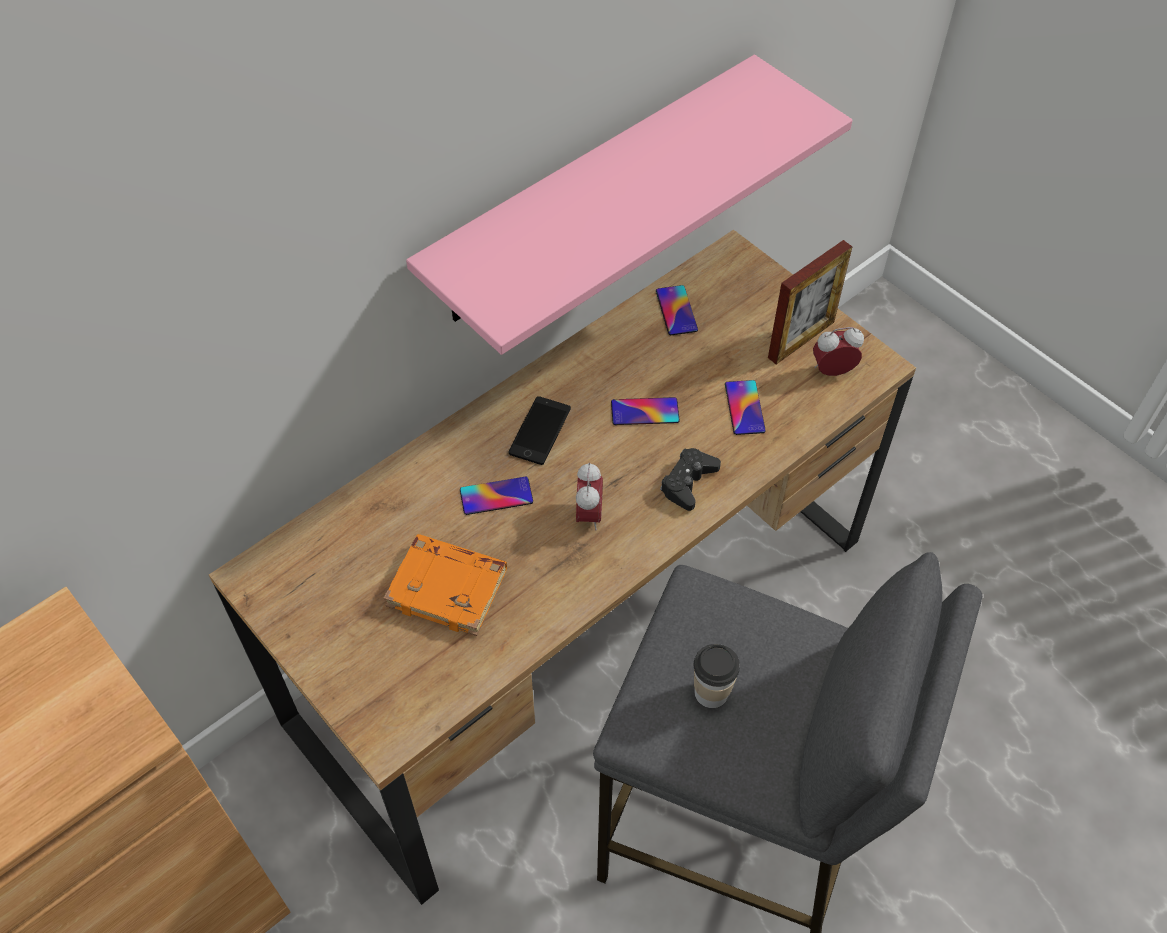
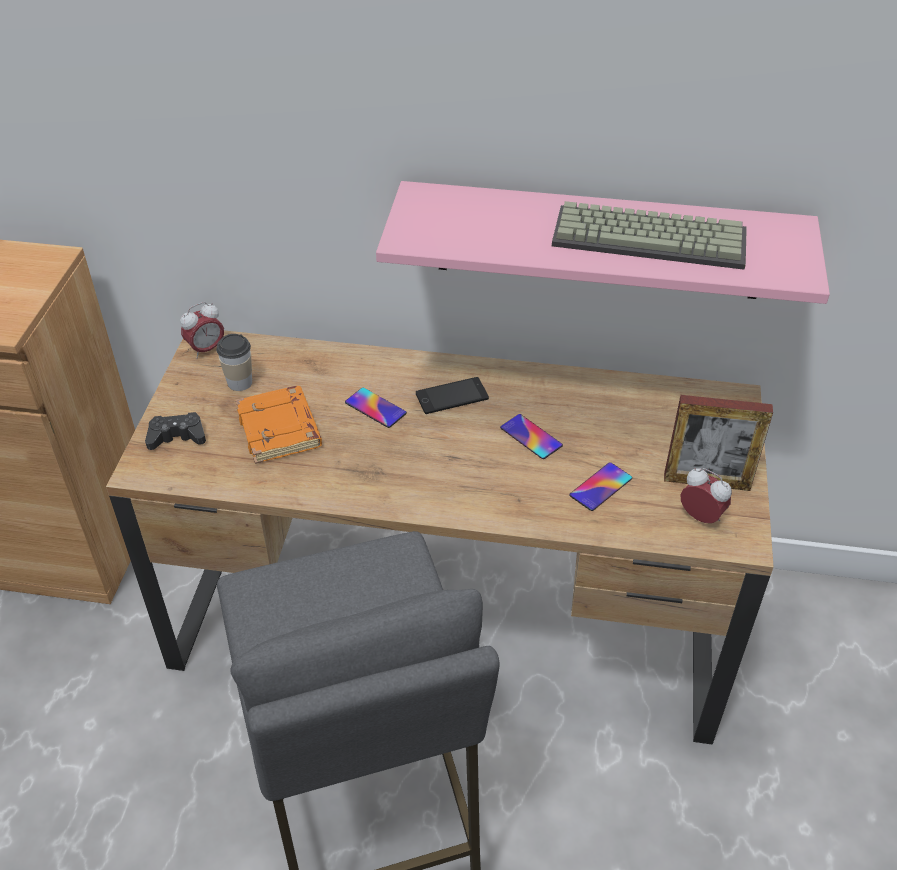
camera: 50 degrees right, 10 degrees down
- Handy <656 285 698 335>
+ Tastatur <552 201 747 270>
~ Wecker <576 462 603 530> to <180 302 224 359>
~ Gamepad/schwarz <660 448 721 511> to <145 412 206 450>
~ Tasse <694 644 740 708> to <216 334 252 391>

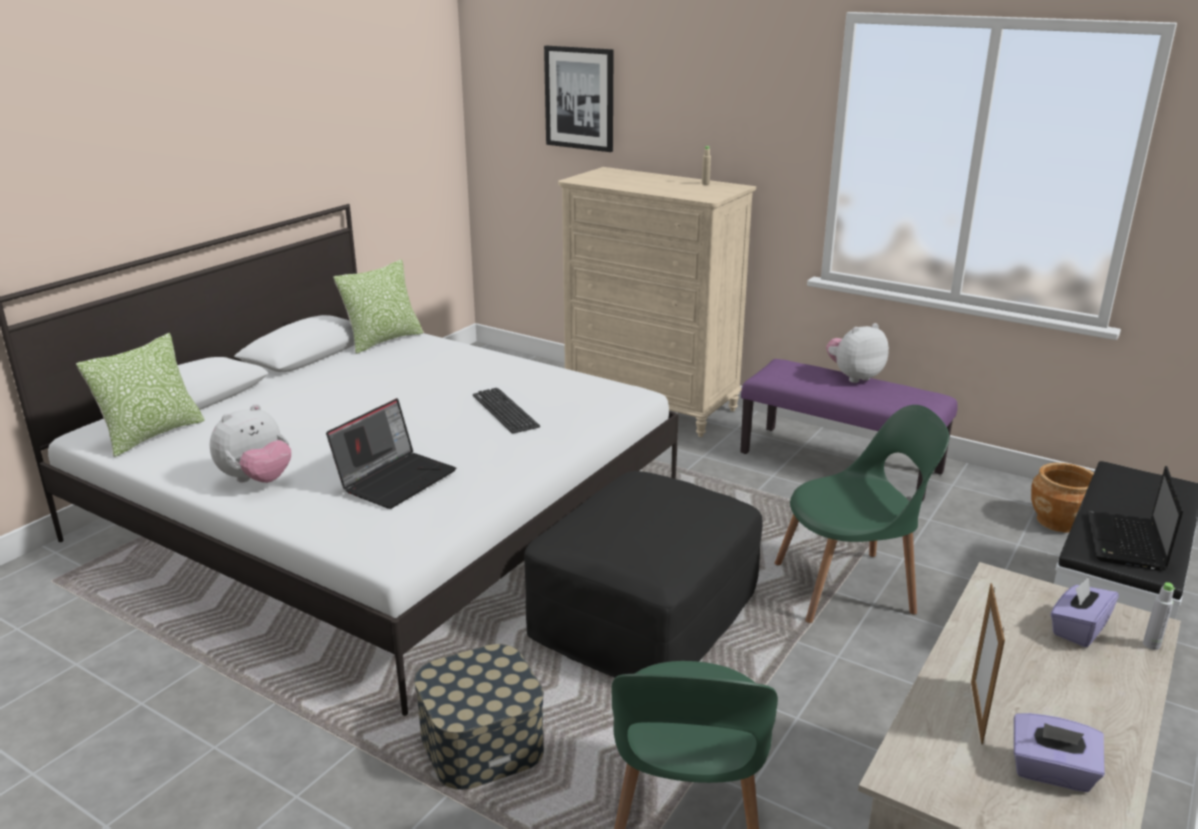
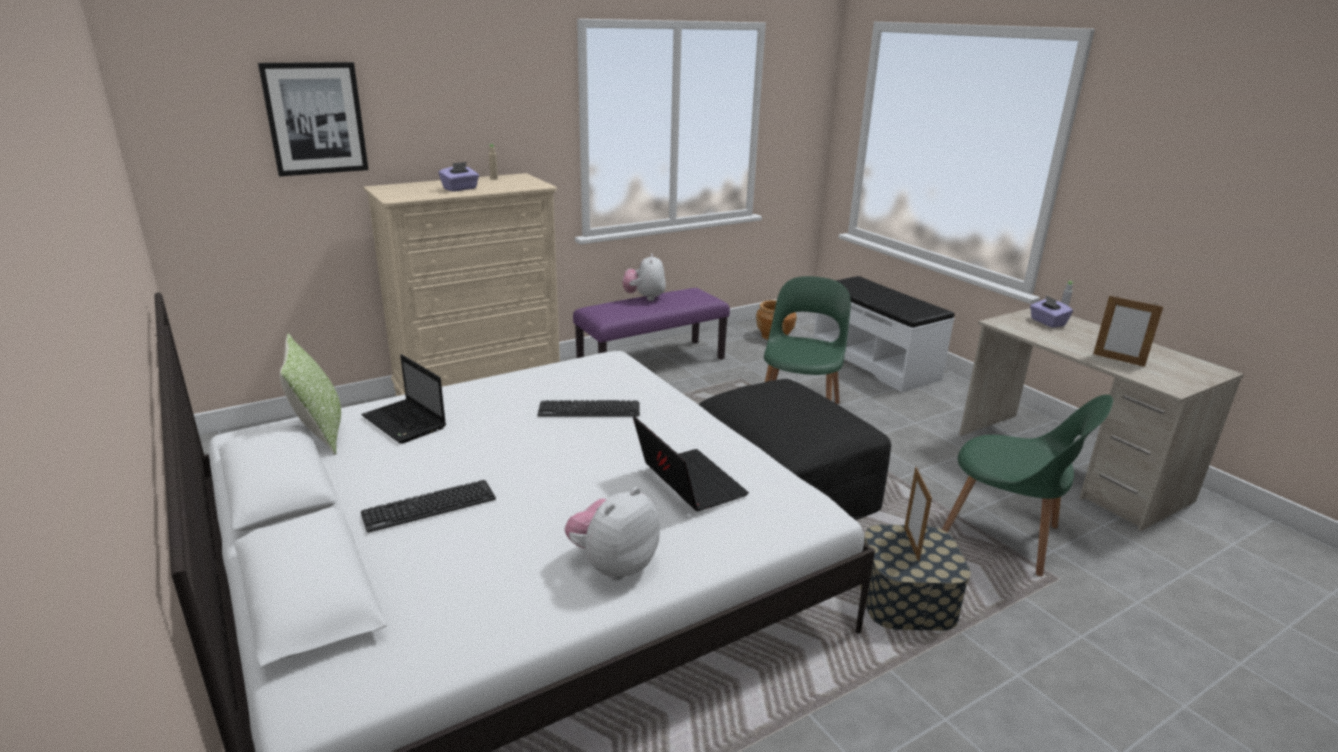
camera: 65 degrees left, 0 degrees up
- Kissen <76 333 205 457>
+ Tastatur <361 480 496 533>
+ Bilderrahmen <904 466 932 562>
~ Taschentuchbox/lila <1014 713 1105 792> to <439 162 479 192>
~ Laptop <1087 466 1184 571> to <361 355 446 444>
~ Plüschtier <210 404 291 483> = <564 487 660 580> 120 degrees counterclockwise

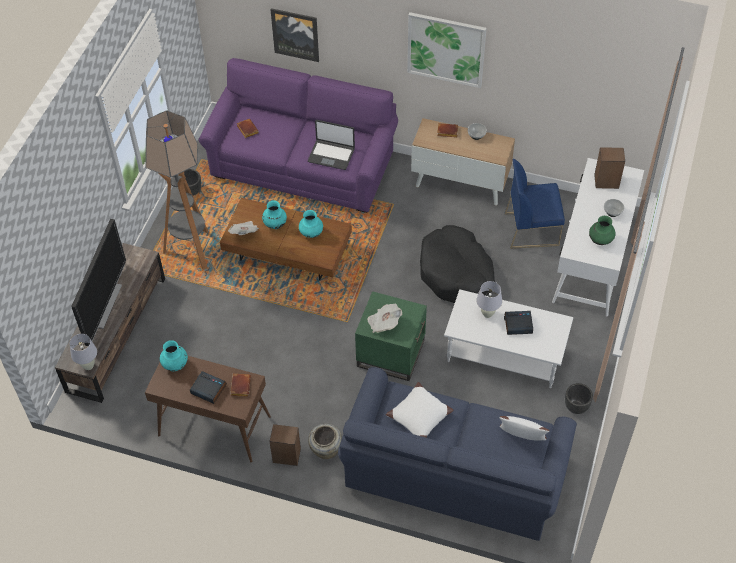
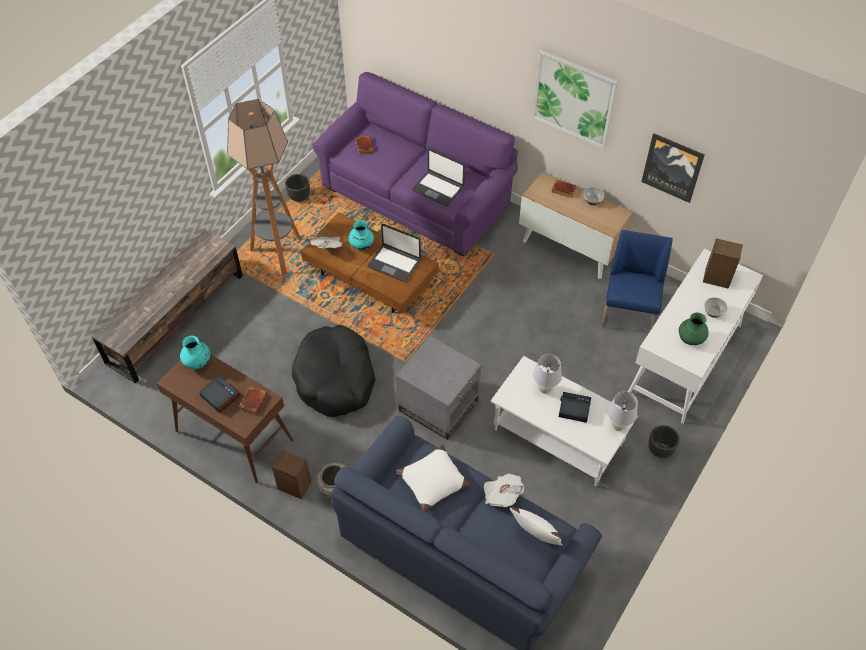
camera: 15 degrees right, 0 degrees up
- Fernseher <71 219 126 346>
~ Tischlampe/weiß <70 334 97 370> to <608 391 638 431>
~ Bild <270 8 319 62> to <641 133 705 203>
~ Zeitung <367 304 402 333> to <484 473 524 507>
~ Hundebett/schwarz <420 225 495 303> to <292 325 375 417>
~ Pflanzkübel/schwarz <565 383 593 414> to <648 425 680 458>
~ Vase/türkis <299 210 323 238> to Laptop <368 224 421 282>
~ Beistelltisch/grün <355 291 427 381> to Beistelltisch/grau <396 336 481 440>
~ Stuhl/blau <504 159 565 249> = <602 230 673 331> 90 degrees clockwise

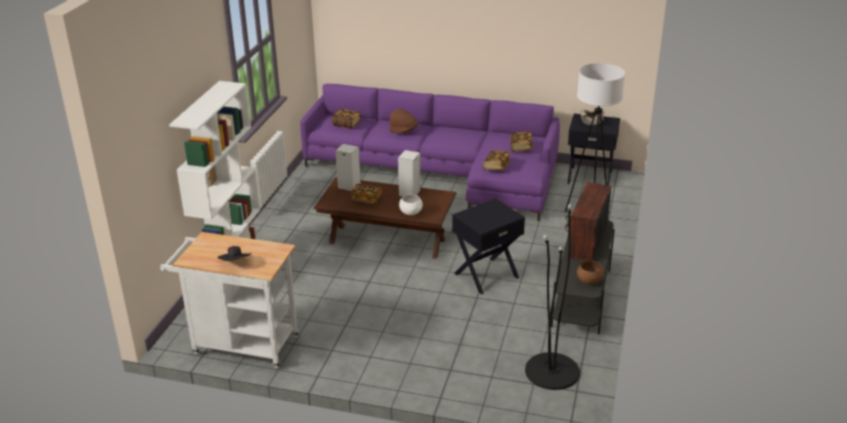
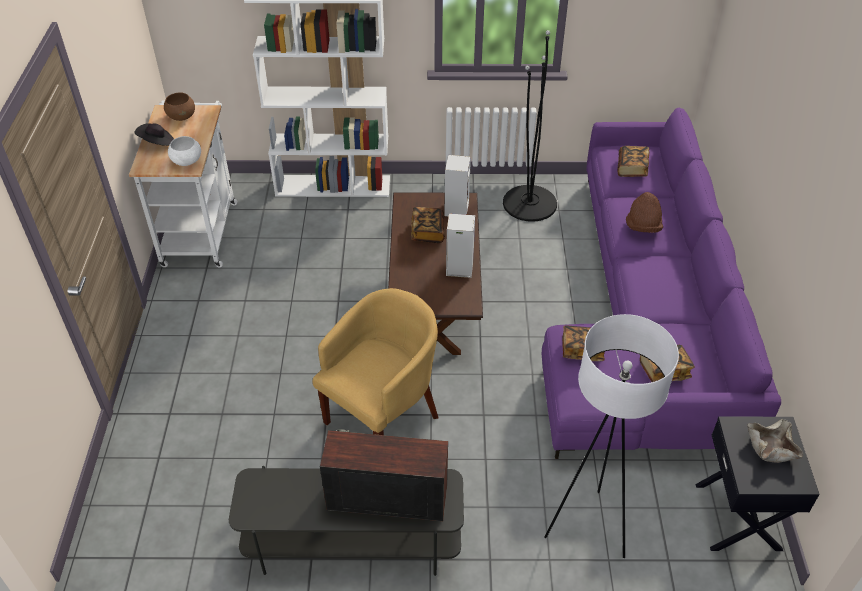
camera: 75 degrees right, 15 degrees up
~ Schüssel/weiß <399 194 423 215> to <168 136 201 166>
~ Stehlampe/schwarz <525 204 580 390> to <503 30 557 222>
~ Schüssel/braun <577 261 604 285> to <164 92 195 121>
~ Beistelltisch/schwarz <452 198 525 294> to Sessel/gelb <312 288 439 435>

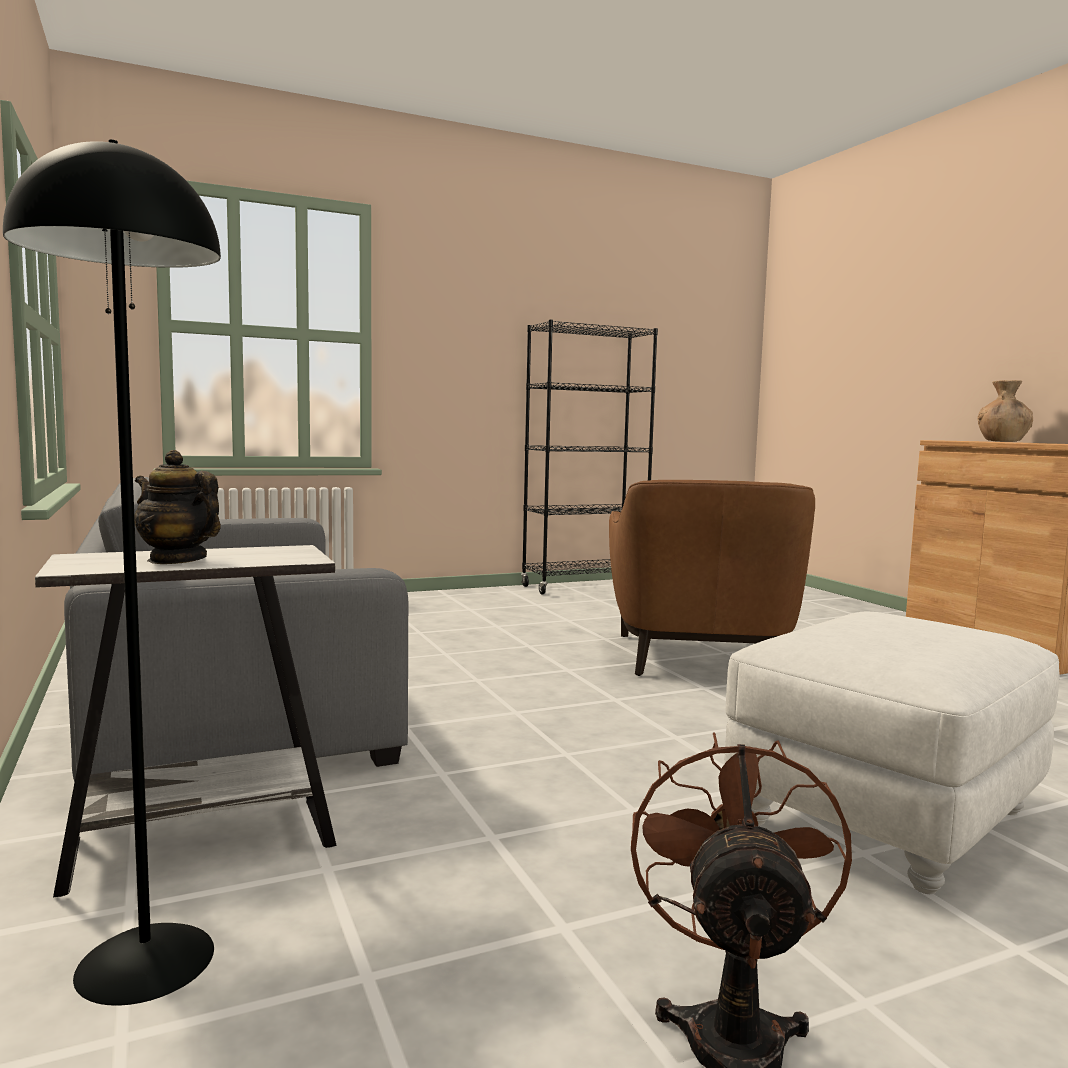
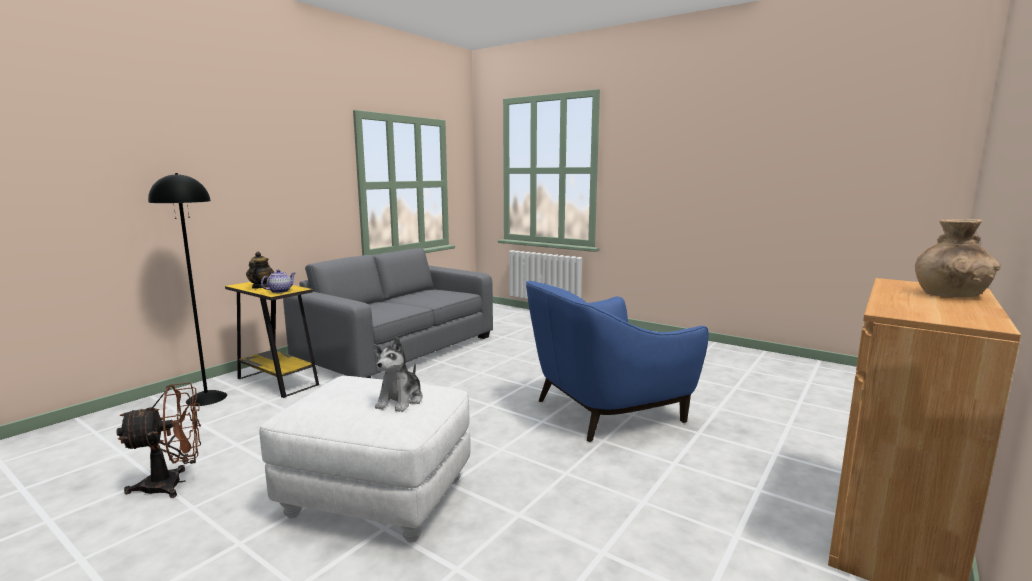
camera: 60 degrees right, 5 degrees up
- Bücherregal/schwarz <521 320 658 595>
+ Teekanne <261 270 295 293>
+ Plüschtier <374 337 423 412>
~ Beistelltisch/weiß <35 545 336 897> to Beistelltisch/gelb <225 282 319 398>
~ Sessel/braun <609 480 815 676> to Sessel/blau <526 281 709 442>

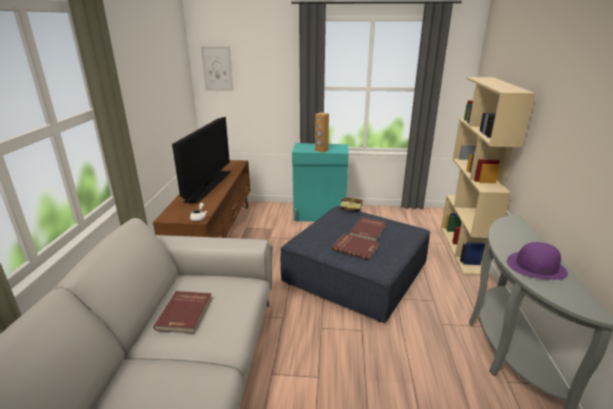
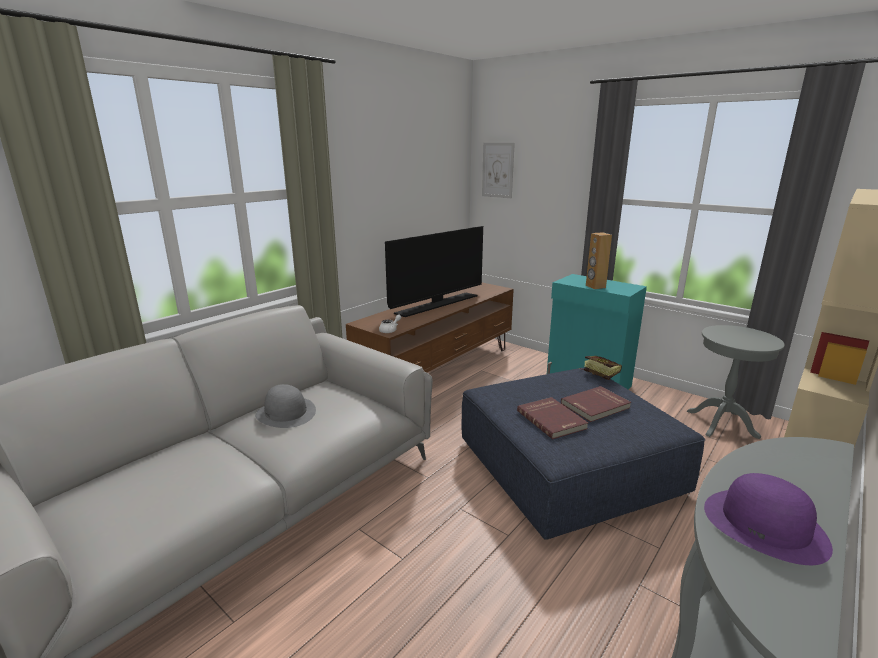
camera: 35 degrees right, 5 degrees down
+ Beistelltisch/grau <687 325 785 439>
~ Buch/rot <153 291 212 334> to Hut/grau <255 384 316 428>

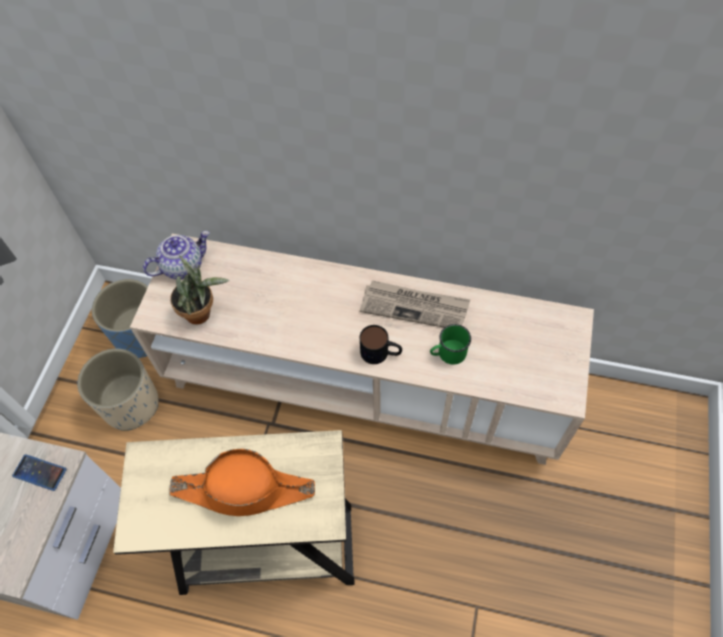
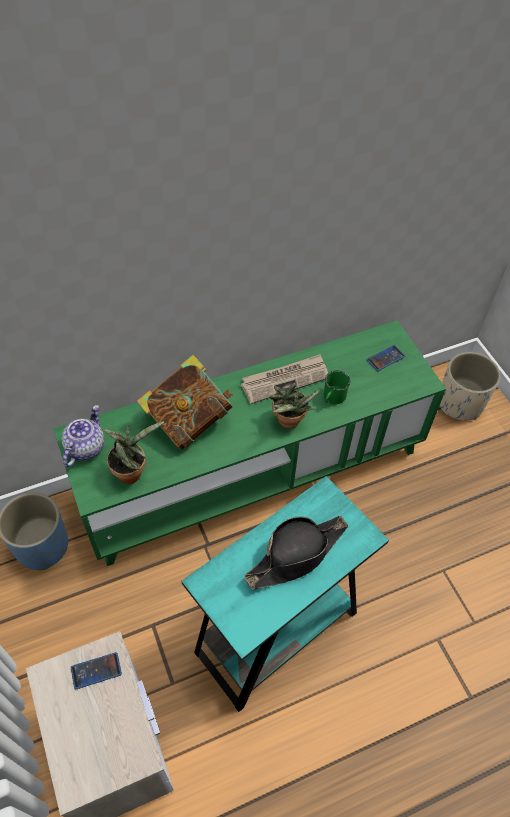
camera: 40 degrees left, 5 degrees down
+ Buch <137 355 234 450>
+ Handy <367 345 405 371>
~ Pflanzkübel/beige <78 349 159 431> to <440 352 501 421>
~ Henkelbecher <360 325 402 364> to Topfpflanze <269 383 320 429>
~ Beistelltisch/beige <113 430 355 595> to Beistelltisch/türkis <181 476 389 712>
~ Fernsehschrank/beige <130 234 594 465> to Fernsehschrank/grün <53 320 446 566>
~ Hut/orange <169 449 315 516> to Hut/schwarz <245 516 348 589>

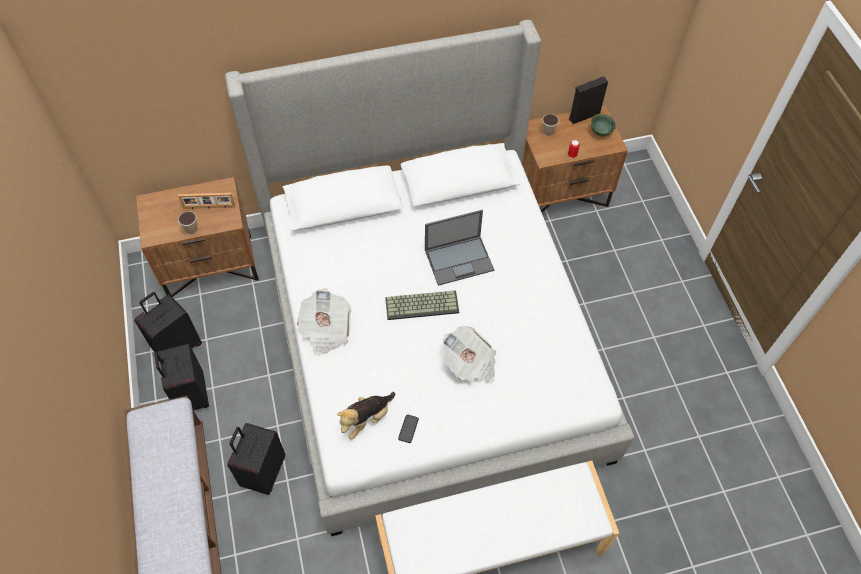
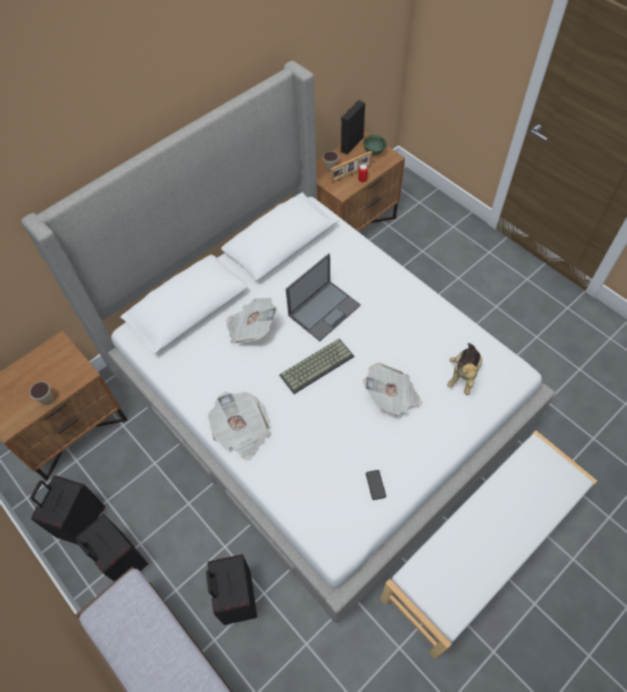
camera: 25 degrees left, 0 degrees up
+ Zeitung <226 298 278 343>
~ Bilderrahmen <178 193 236 209> to <331 151 372 184>
~ Plüschtier <337 392 395 440> to <447 343 482 395>

